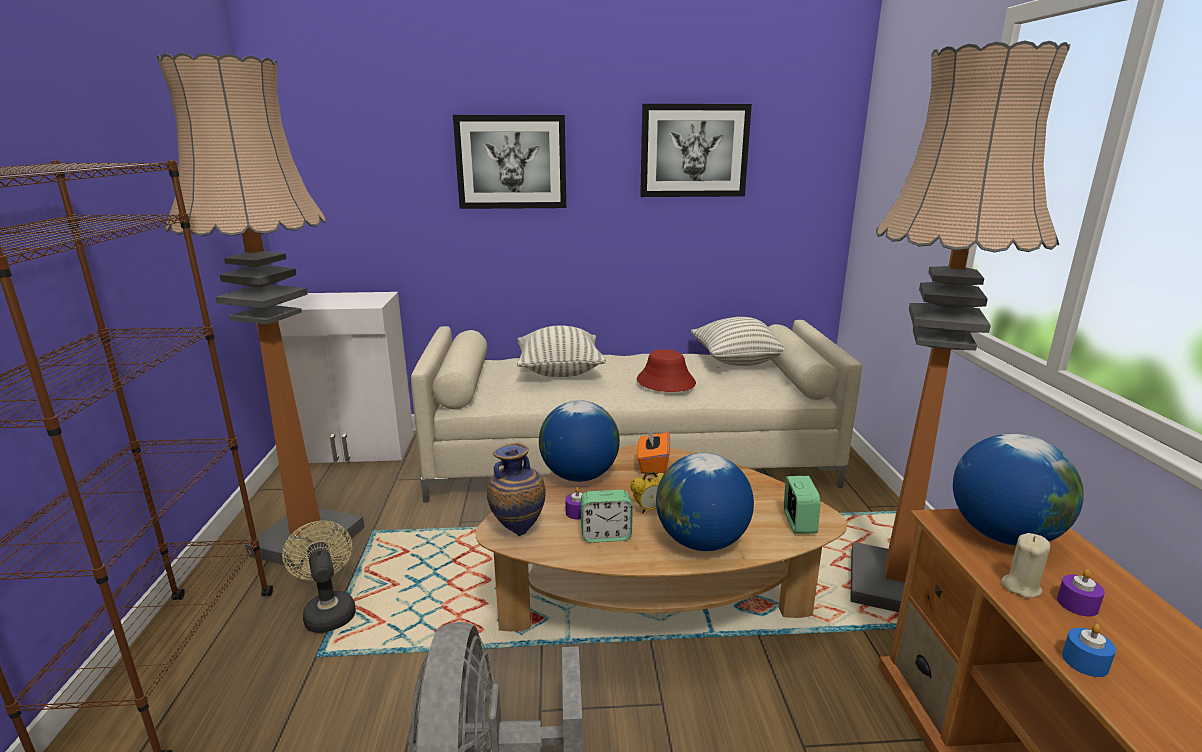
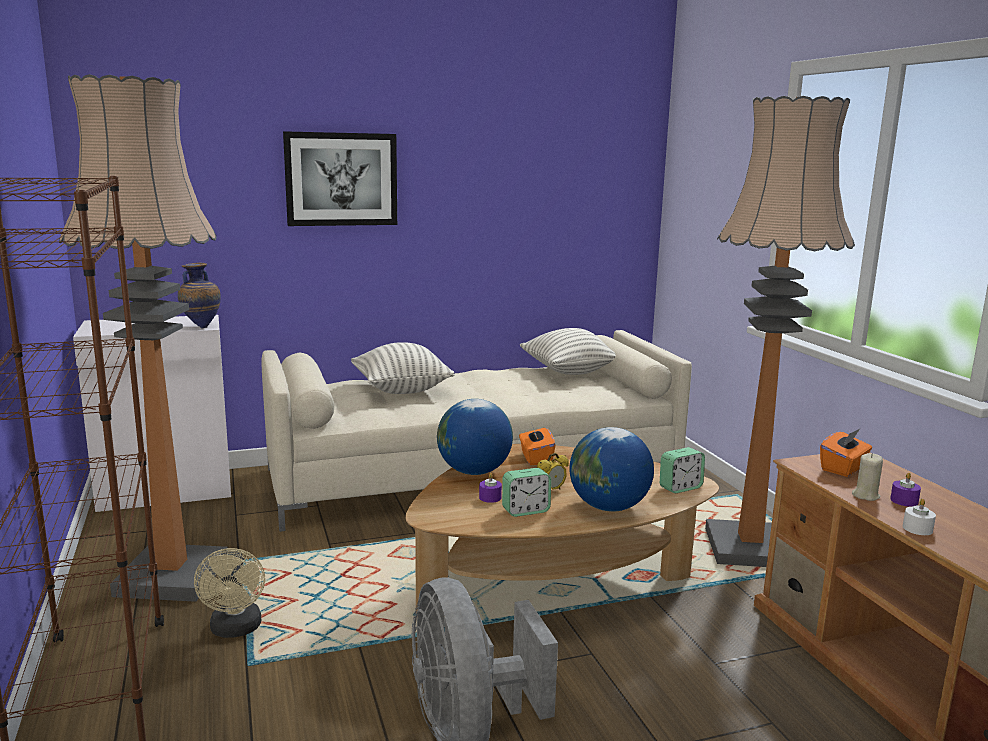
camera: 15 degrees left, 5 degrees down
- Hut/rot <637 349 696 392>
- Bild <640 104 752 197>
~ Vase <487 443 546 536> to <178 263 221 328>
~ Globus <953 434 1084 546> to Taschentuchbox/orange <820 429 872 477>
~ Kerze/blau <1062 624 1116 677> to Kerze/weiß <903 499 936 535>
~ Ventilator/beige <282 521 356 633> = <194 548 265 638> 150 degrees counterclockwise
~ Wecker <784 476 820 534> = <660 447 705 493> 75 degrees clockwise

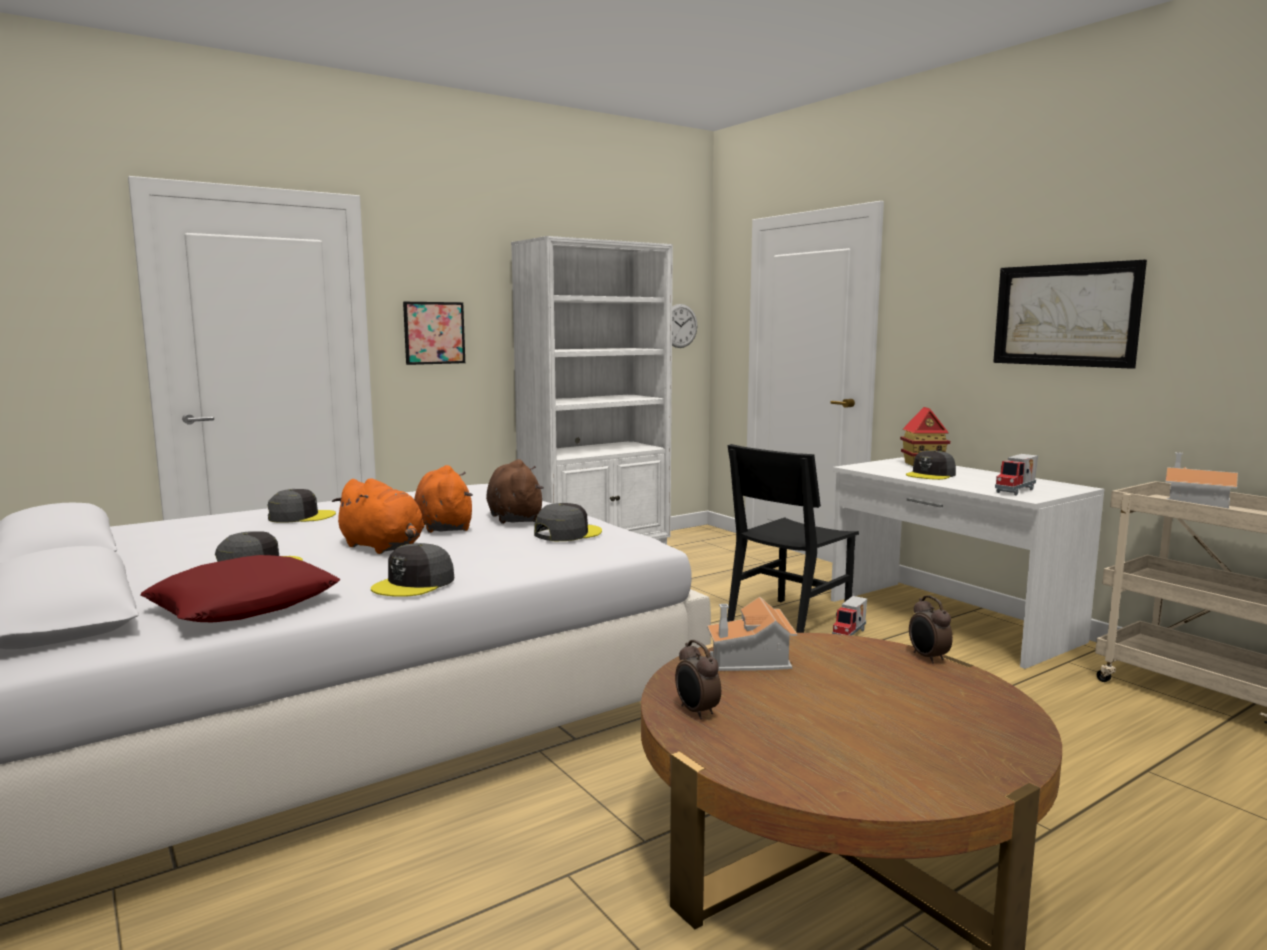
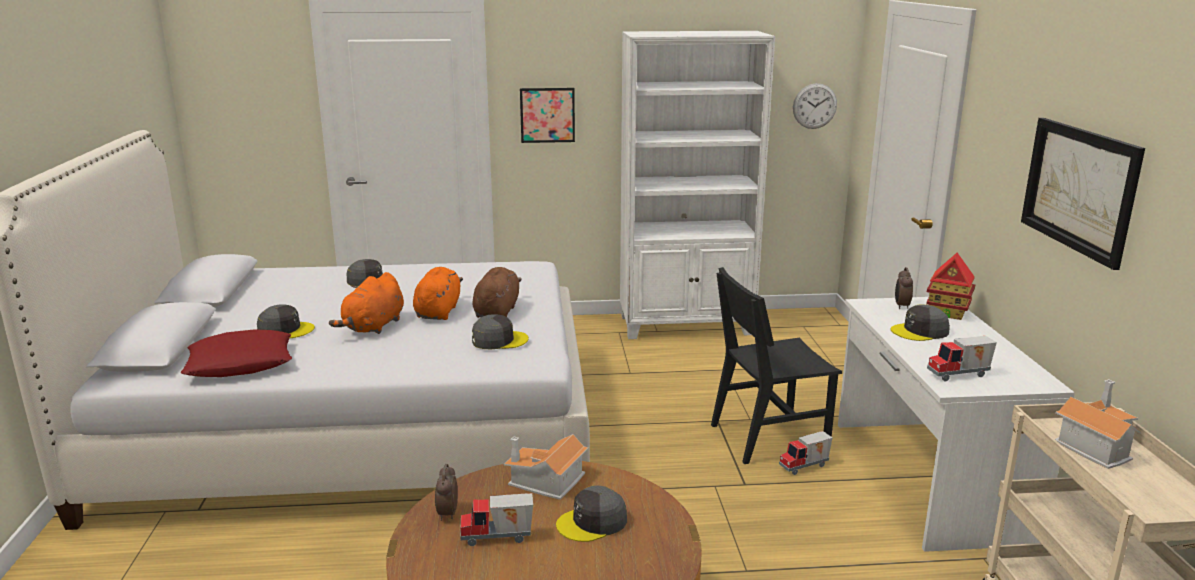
camera: 30 degrees right, 10 degrees up
+ Spielzeuglaster <460 493 533 546>
~ Kappe/grau <371 543 454 597> to <556 485 627 542>
~ Wecker <909 595 953 664> to <895 267 913 309>
~ Plüschtier/orange <332 478 425 554> = <329 272 404 334> 45 degrees clockwise

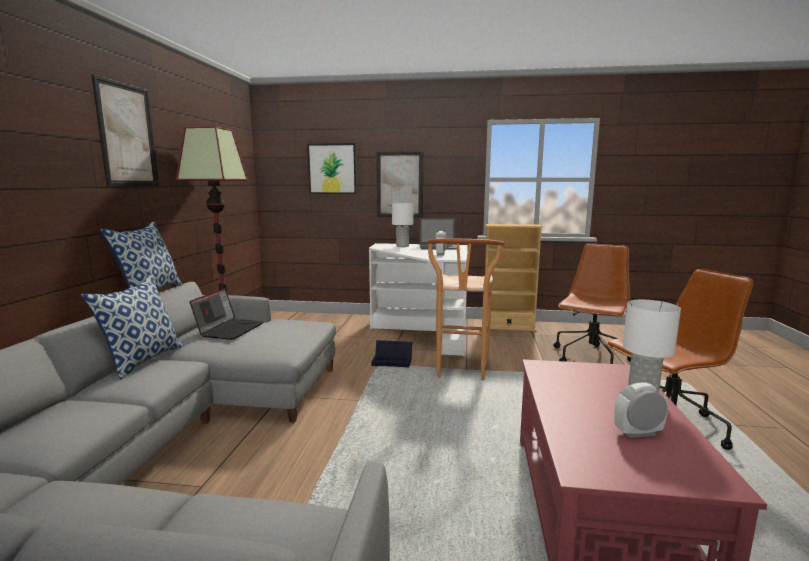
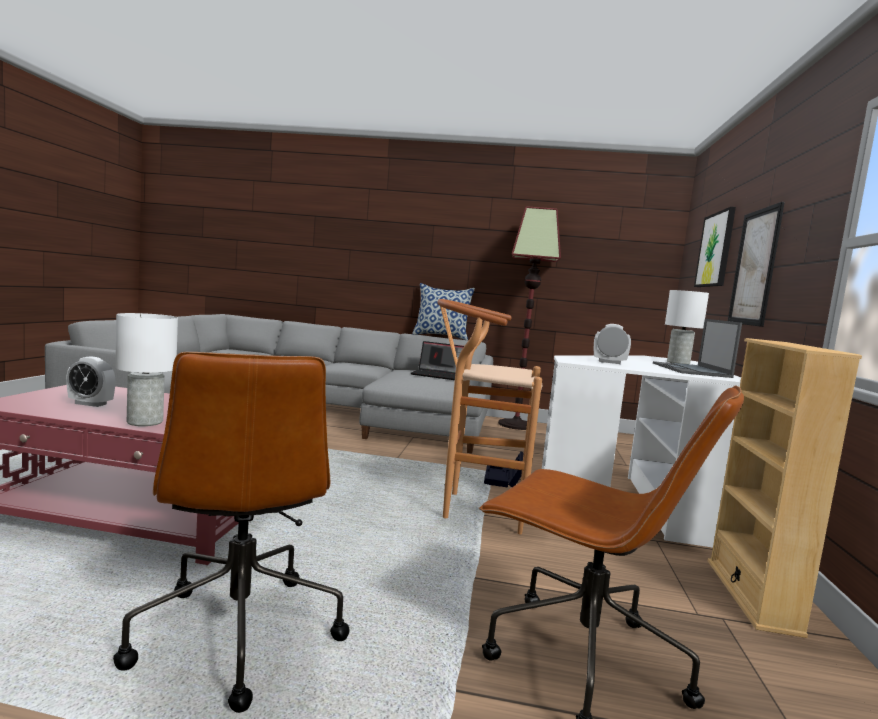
camera: 90 degrees right, 5 degrees down
- Kissen <81 275 183 379>
- Bild <91 74 159 186>
~ Wecker <614 383 668 438> = <66 356 115 407> 105 degrees clockwise

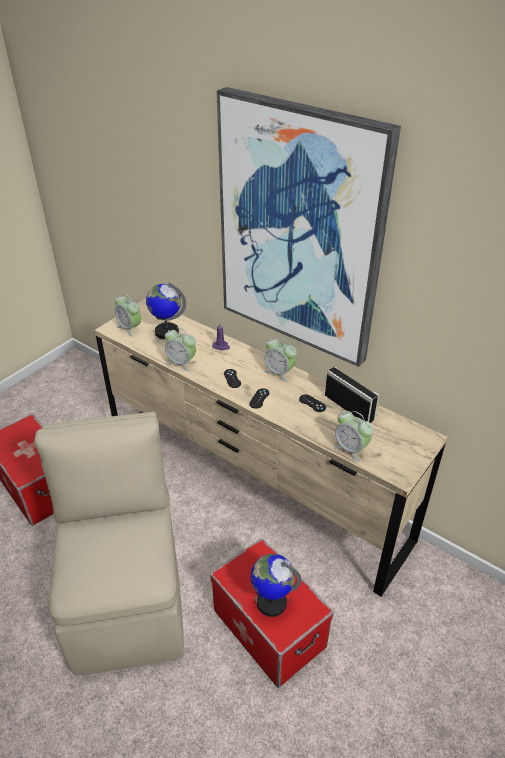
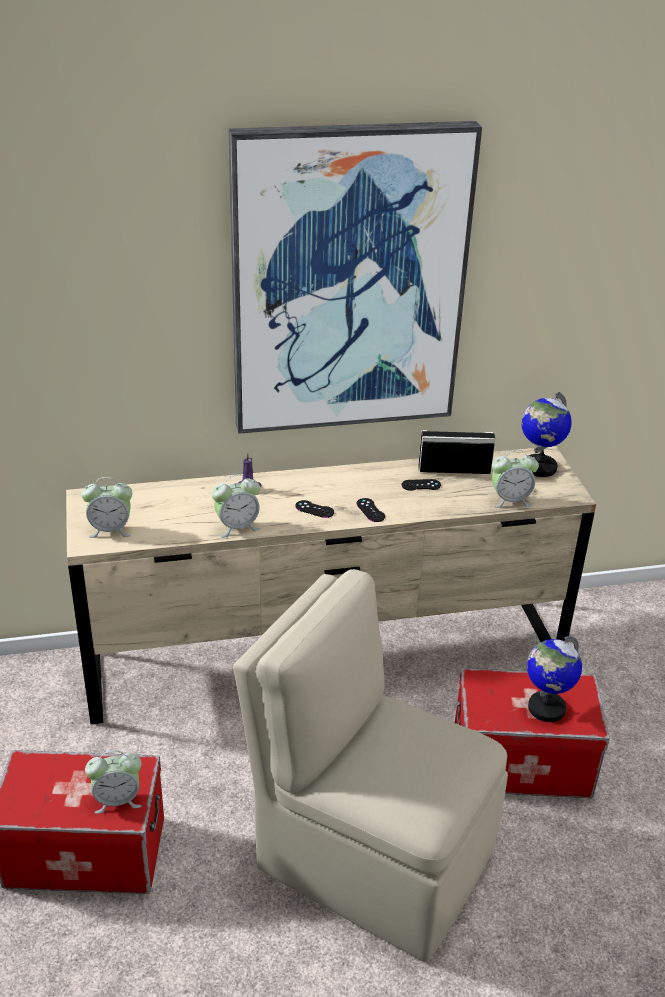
camera: 50 degrees left, 5 degrees down
~ Globus <146 283 186 339> to <521 392 572 477>
~ Wecker <264 337 297 382> to <85 750 142 814>

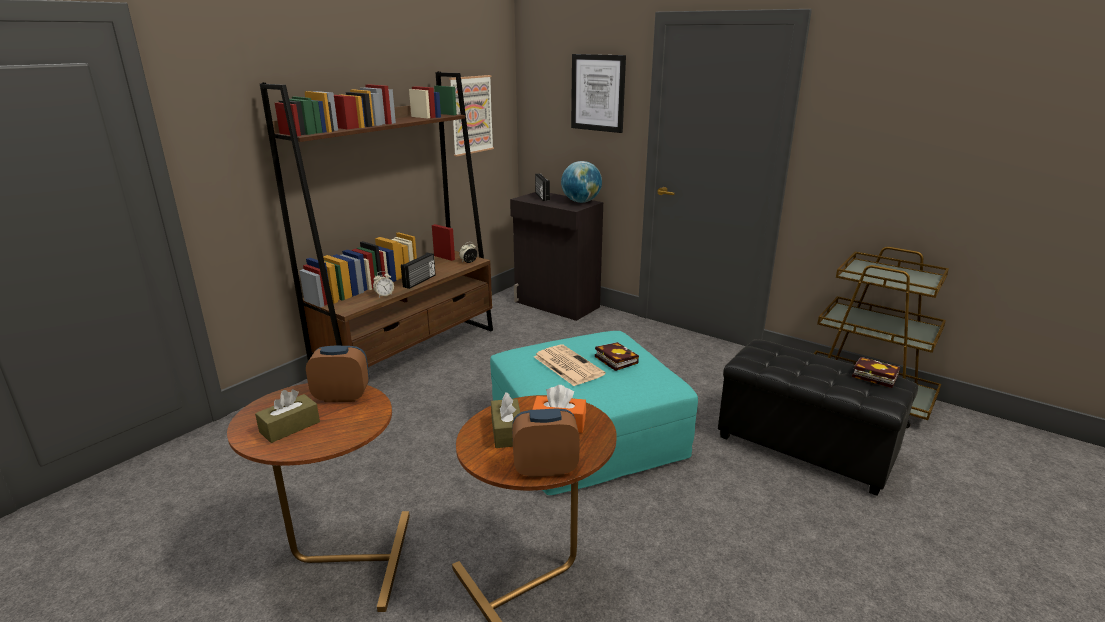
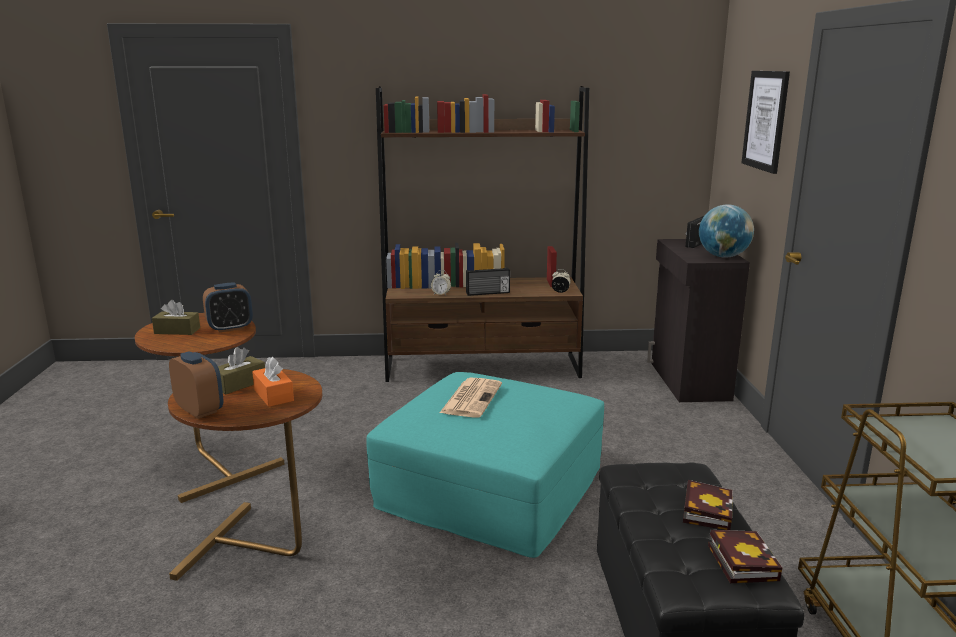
camera: 50 degrees right, 5 degrees down
- Bild <449 75 494 156>
~ Buch <595 342 639 371> to <683 480 733 530>
~ Wecker <306 346 369 402> = <203 282 253 333> 105 degrees clockwise

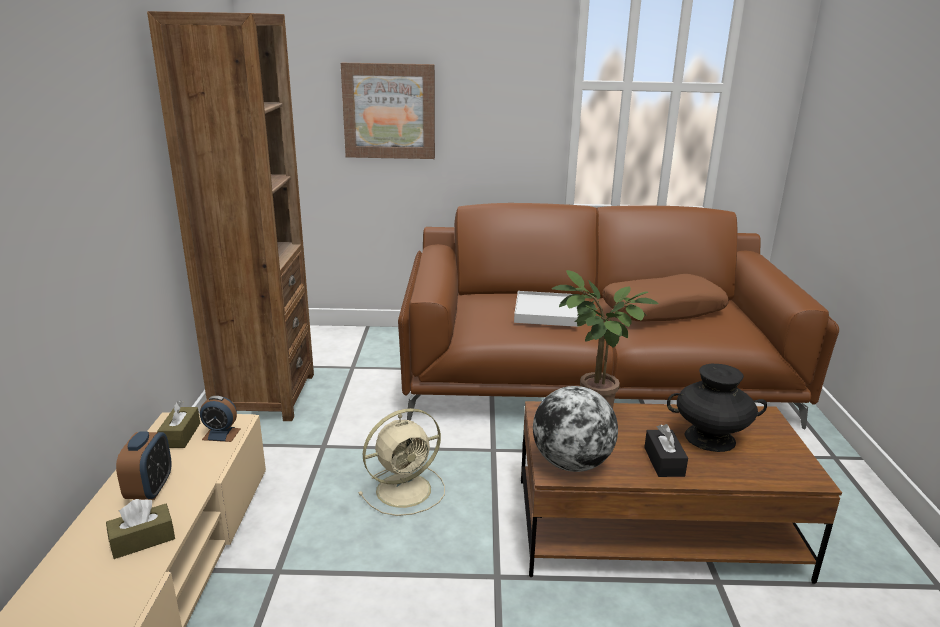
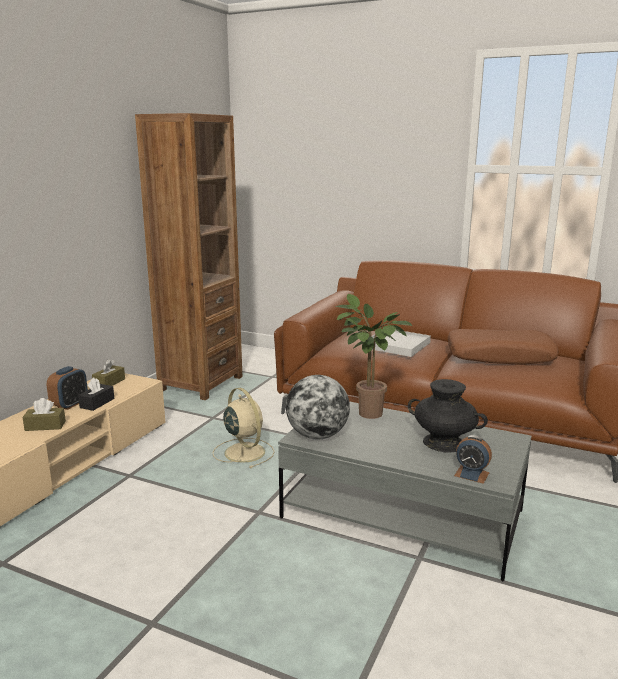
camera: 25 degrees right, 5 degrees down
- Bild <341 63 435 159>
~ Wecker <200 396 241 442> to <454 435 492 484>
~ Taschentuchbox/schwarz <644 424 688 477> to <78 377 115 411>
~ Couchtisch/braun <521 401 842 584> to Couchtisch/grau <278 401 532 581>
~ Ventilator/beige <358 408 445 516> = <213 388 275 468> 120 degrees counterclockwise

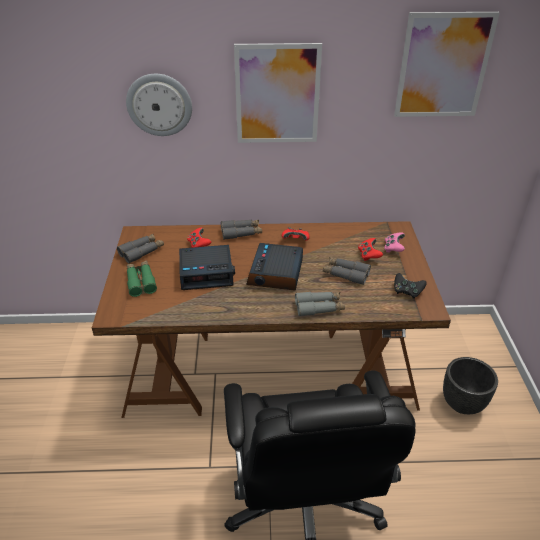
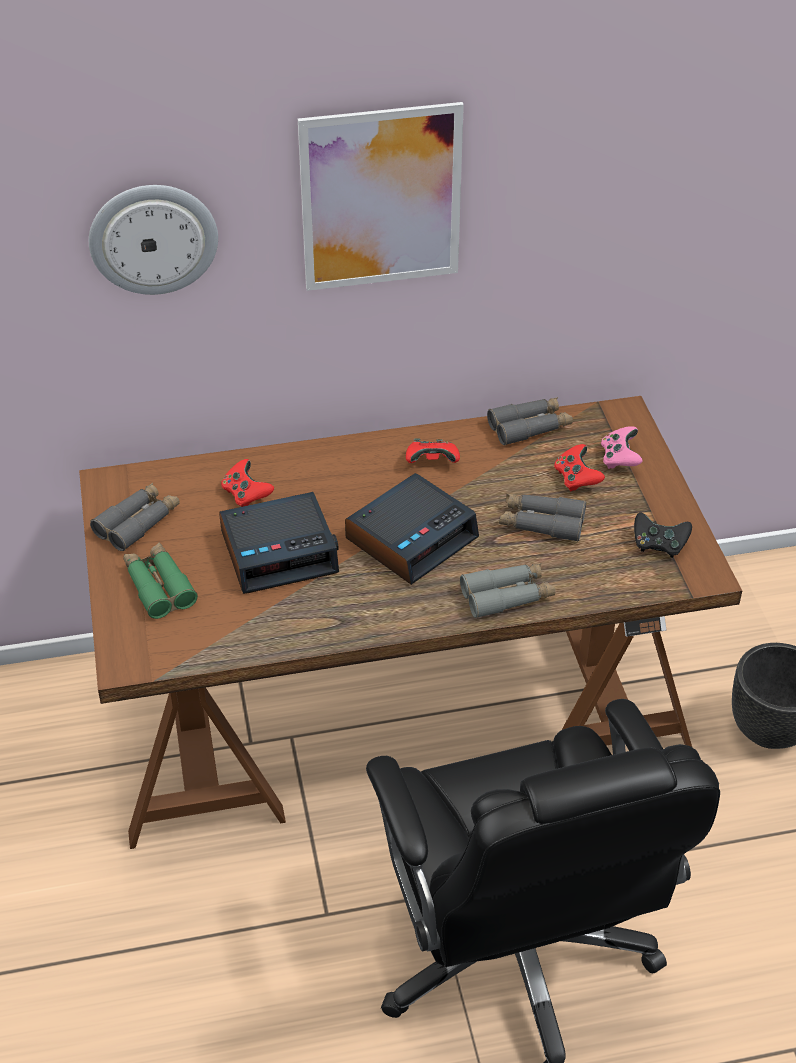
camera: 10 degrees left, 5 degrees up
- Bild <394 12 500 117>
~ Fernglas/grau <221 220 262 239> to <487 397 573 446>
~ Wecker <246 243 303 291> = <345 473 479 585> 135 degrees counterclockwise

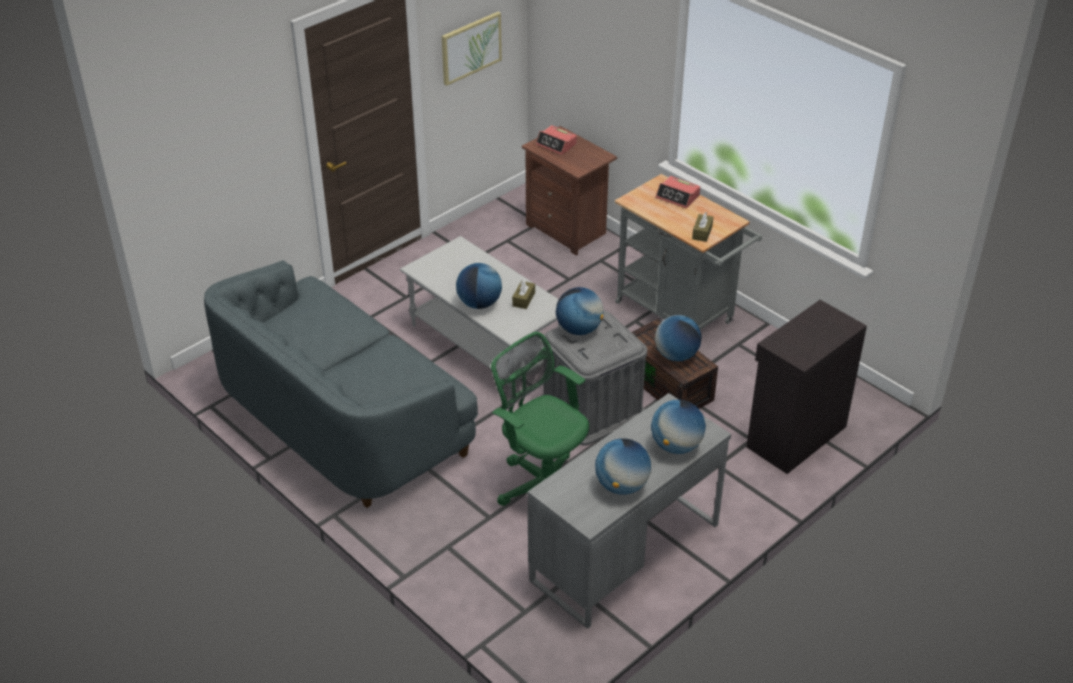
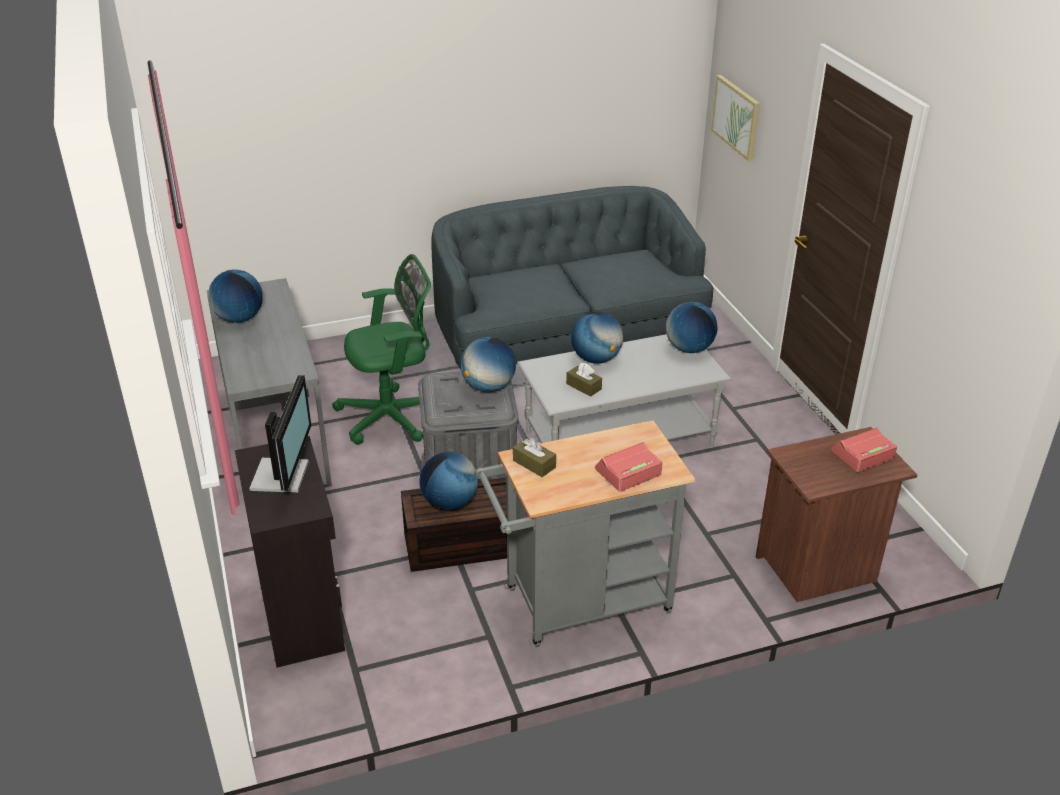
camera: 115 degrees right, 5 degrees down
+ Monitor <249 375 311 493>
~ Bild <442 12 502 86> to <711 75 760 161>
~ Globus <651 399 706 454> to <666 302 718 353>

